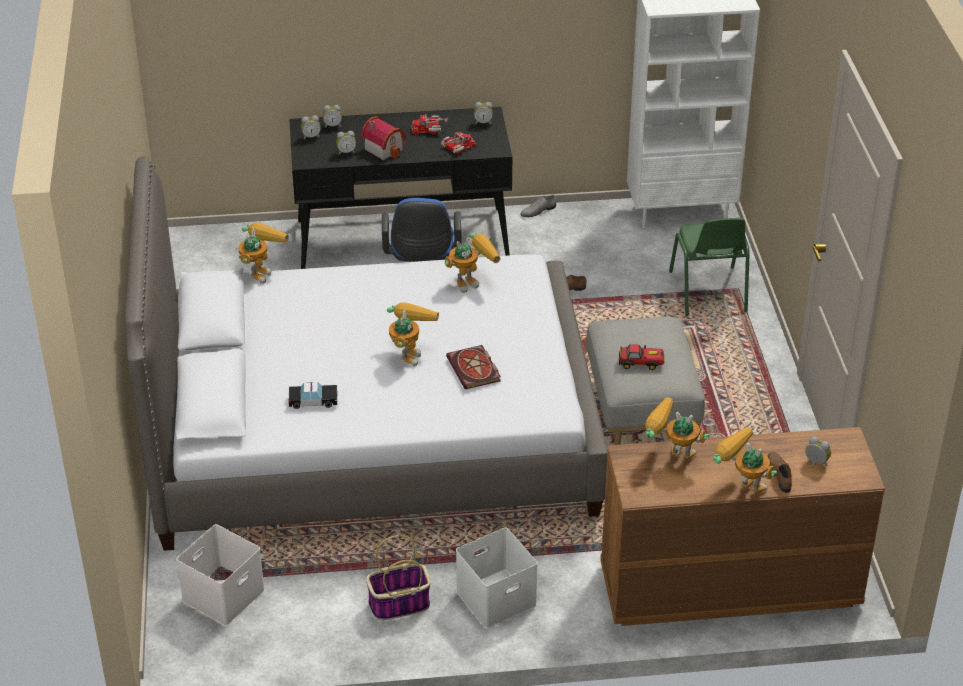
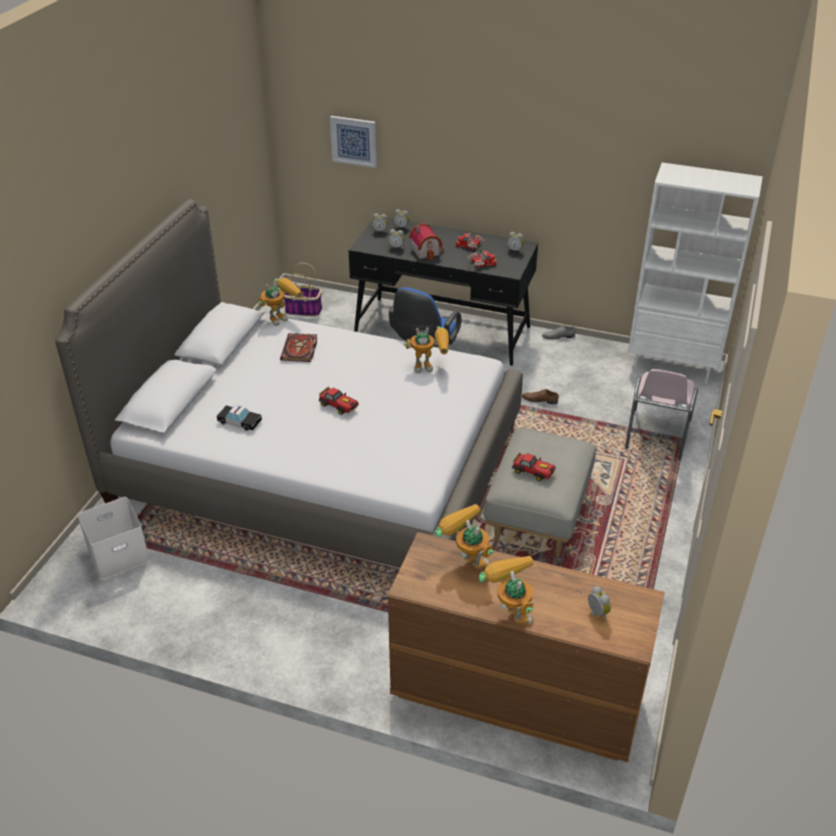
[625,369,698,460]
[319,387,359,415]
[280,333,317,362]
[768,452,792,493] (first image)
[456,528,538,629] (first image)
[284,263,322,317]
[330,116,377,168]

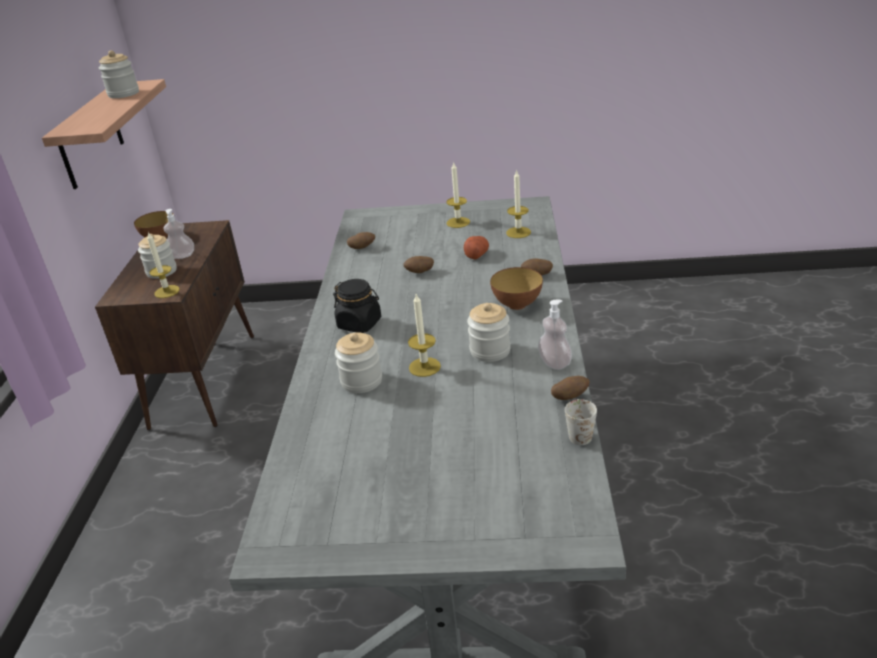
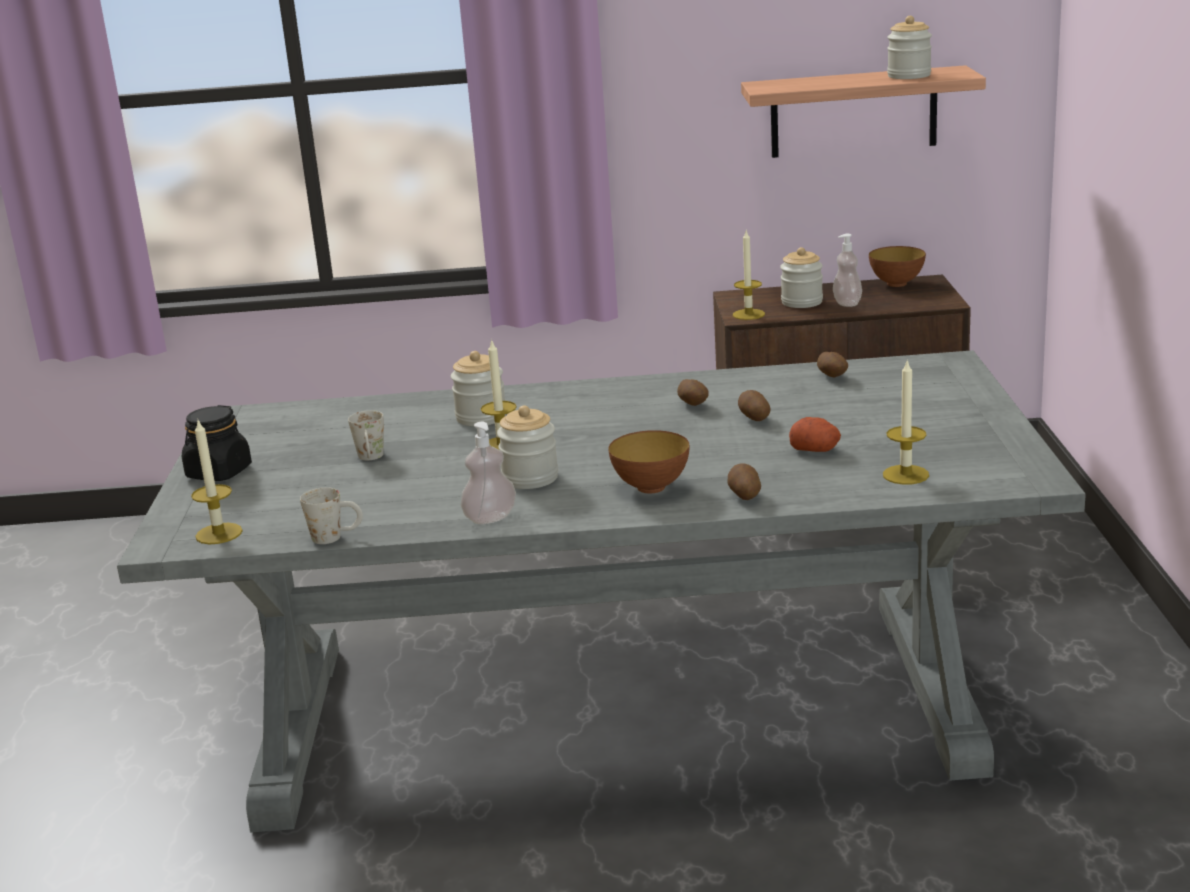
[191,418,243,544]
[182,405,252,481]
[677,379,709,406]
[348,410,384,460]

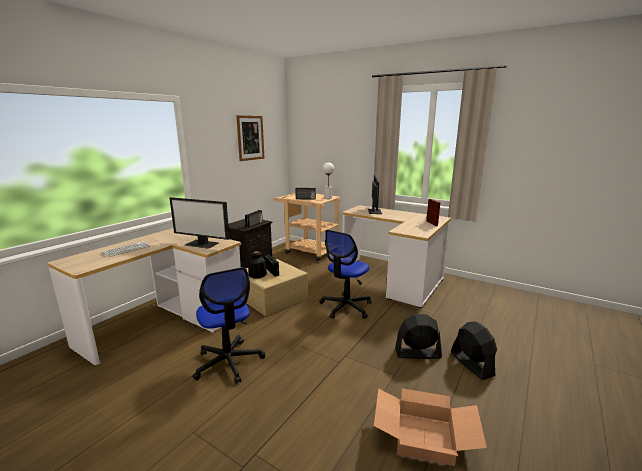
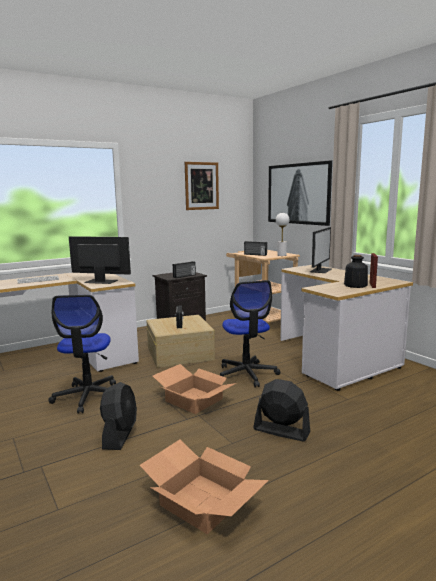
[69,236,131,284]
[220,280,280,387]
[344,255,368,288]
[100,382,137,450]
[268,160,332,226]
[153,364,236,414]

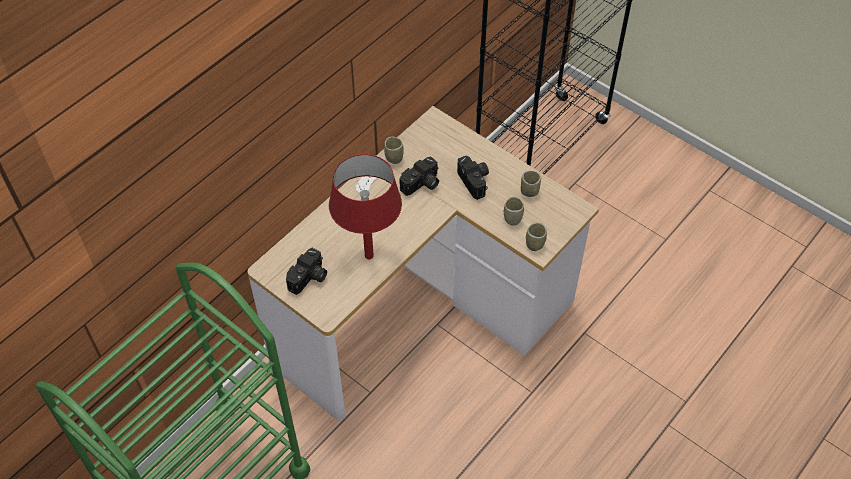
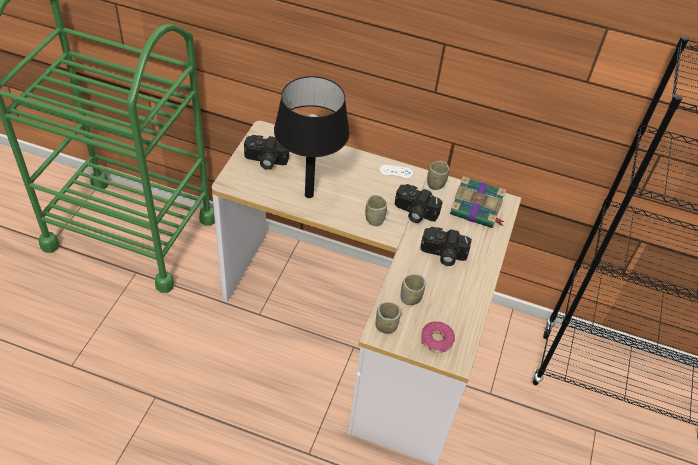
[274,76,350,198]
[420,227,472,266]
[365,195,387,226]
[450,176,506,228]
[421,322,455,353]

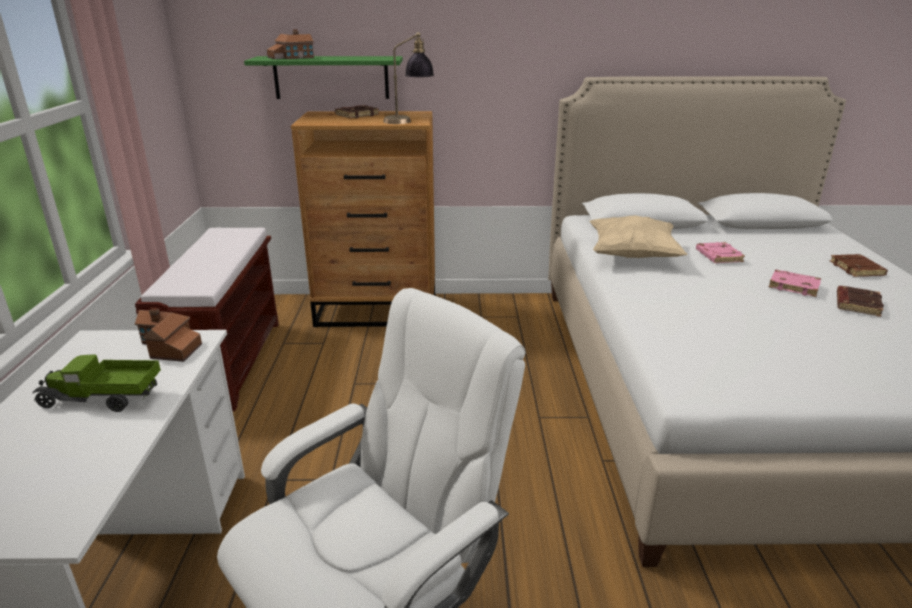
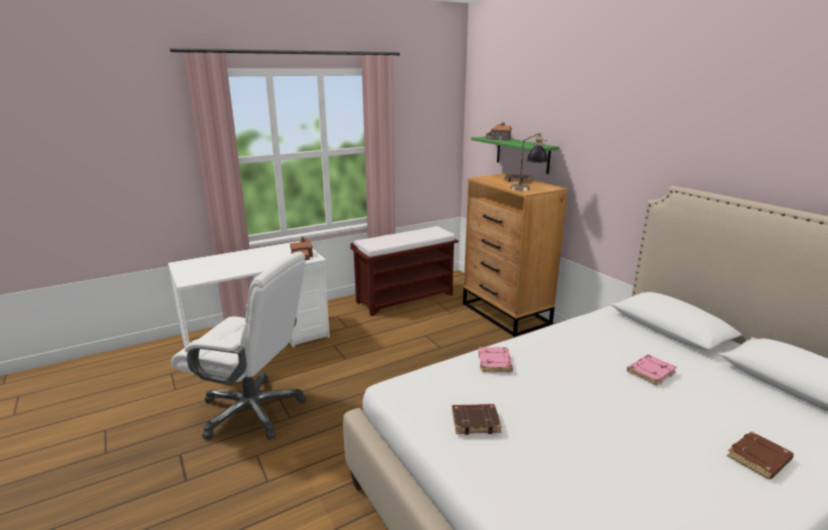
[590,215,688,258] (first image)
[478,347,513,372]
[452,404,502,435]
[32,354,161,412] (first image)

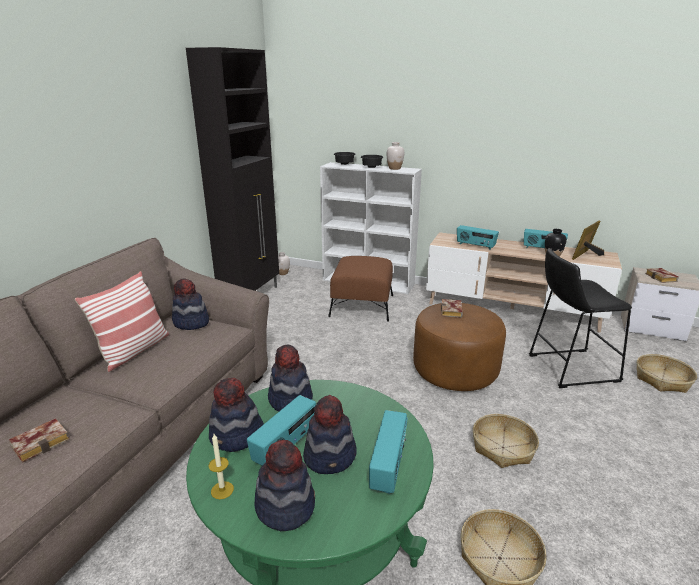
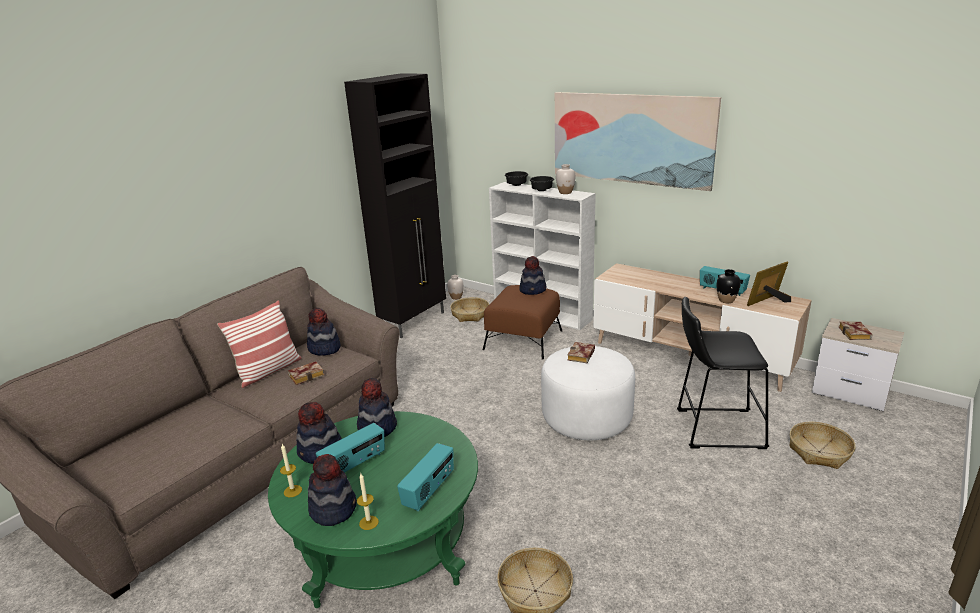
[457,225,499,250] (first image)
[541,346,635,440]
[519,256,546,295]
[450,297,489,322]
[288,361,324,385]
[555,92,721,191]
[357,473,379,530]

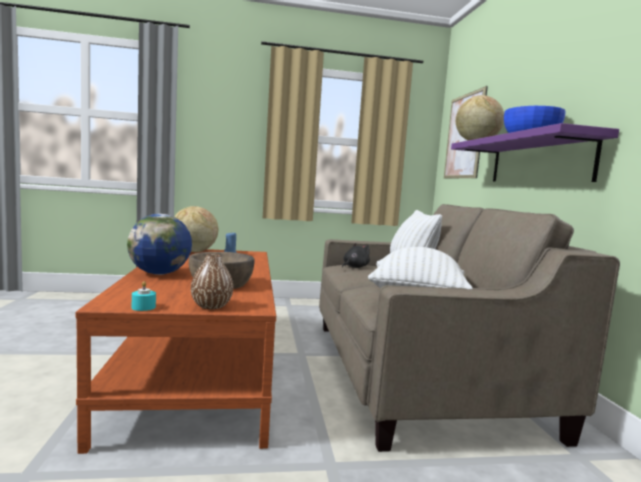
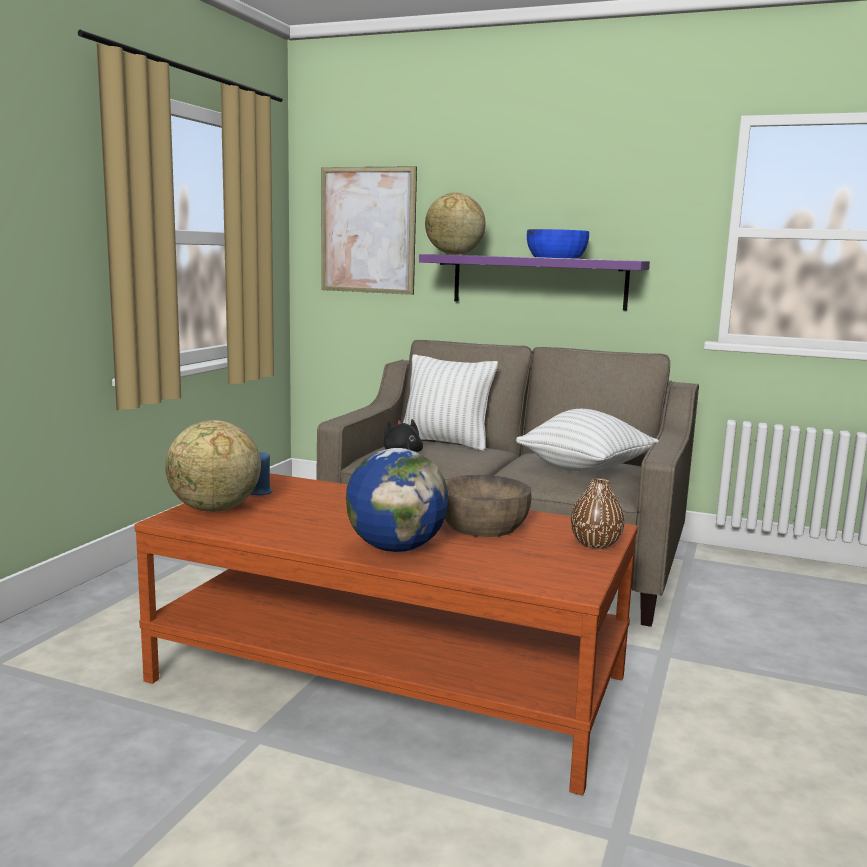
[132,281,156,311] (first image)

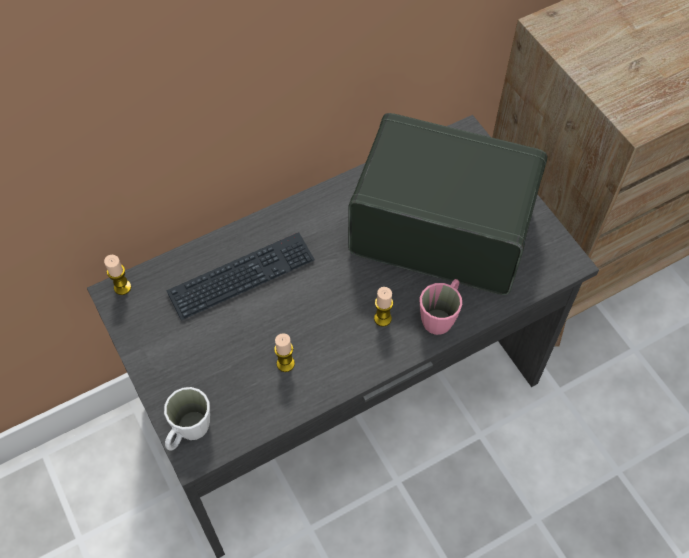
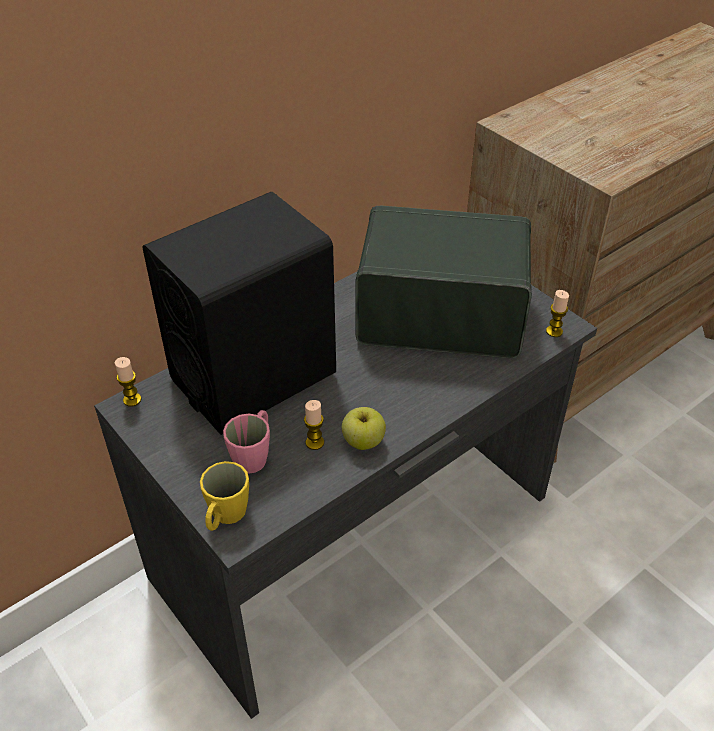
[142,192,336,435]
[223,410,270,474]
[546,290,569,337]
[200,461,249,531]
[342,407,386,450]

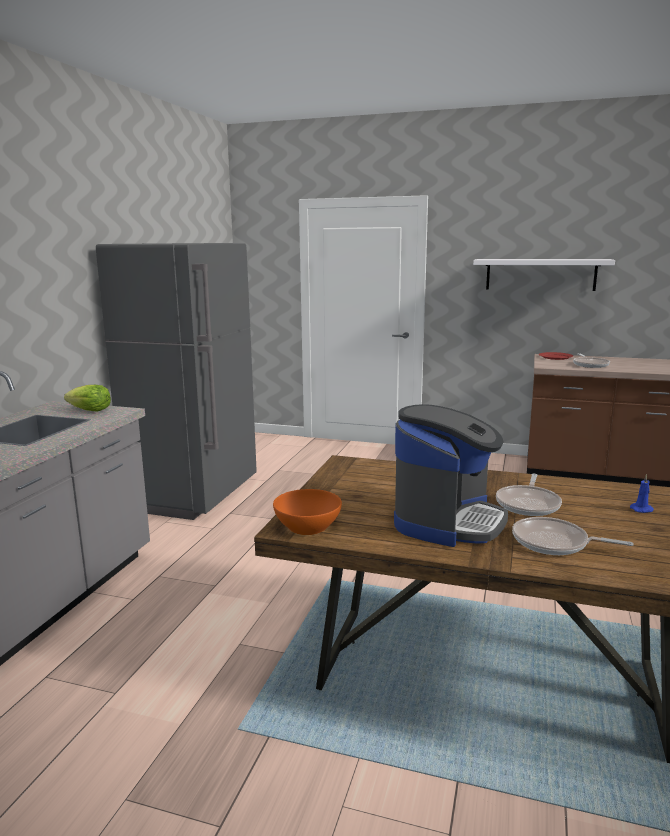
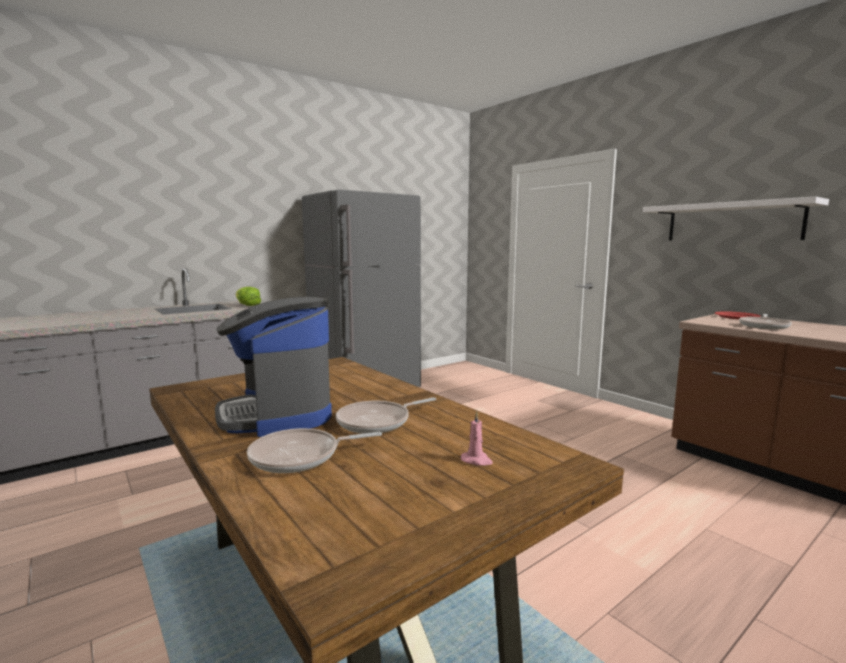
[215,297,332,437]
[461,411,493,466]
[273,489,342,535] (first image)
[247,428,382,473]

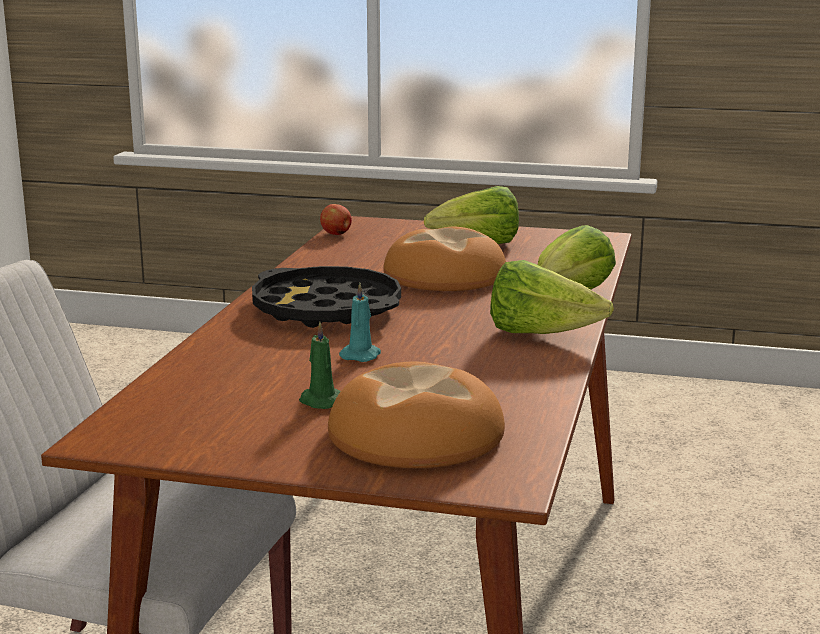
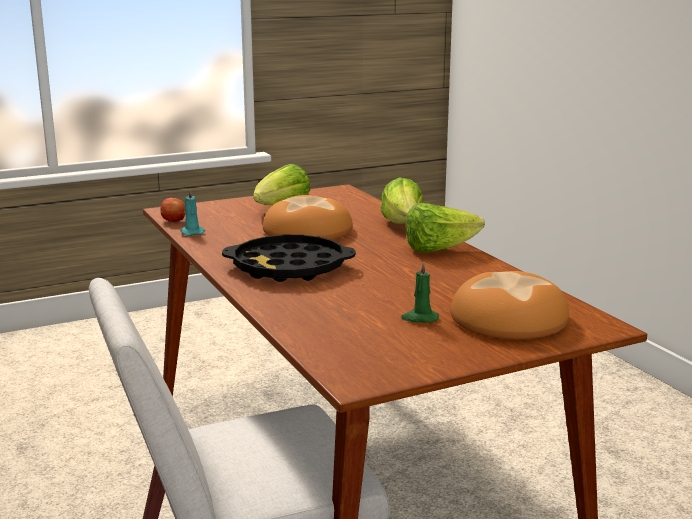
[181,188,205,236]

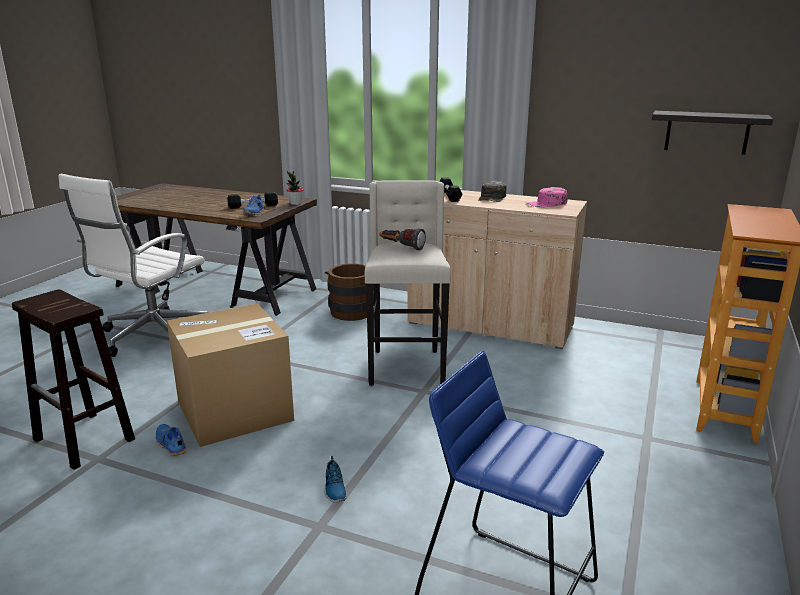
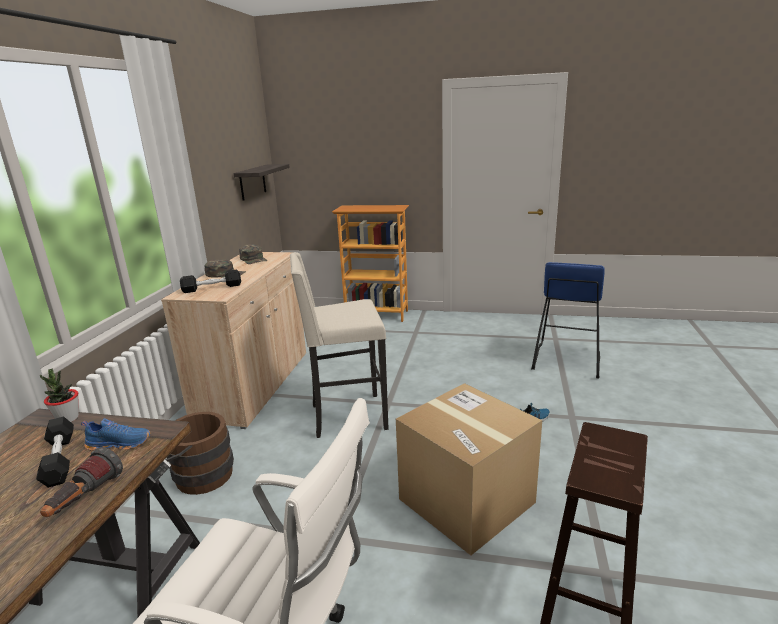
[239,244,267,264]
[40,447,123,517]
[156,424,187,456] (first image)

